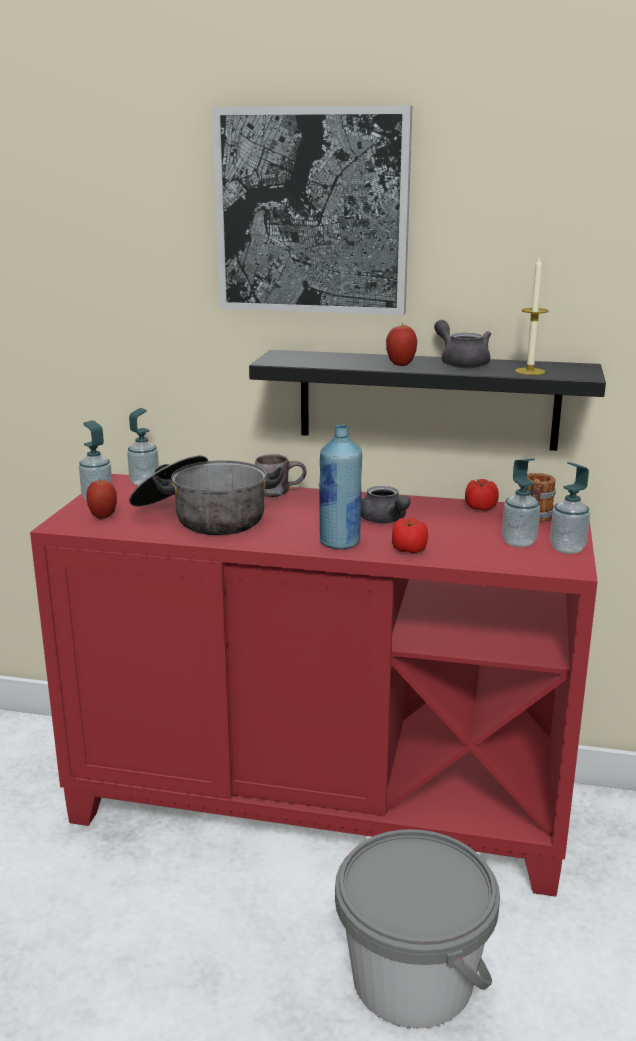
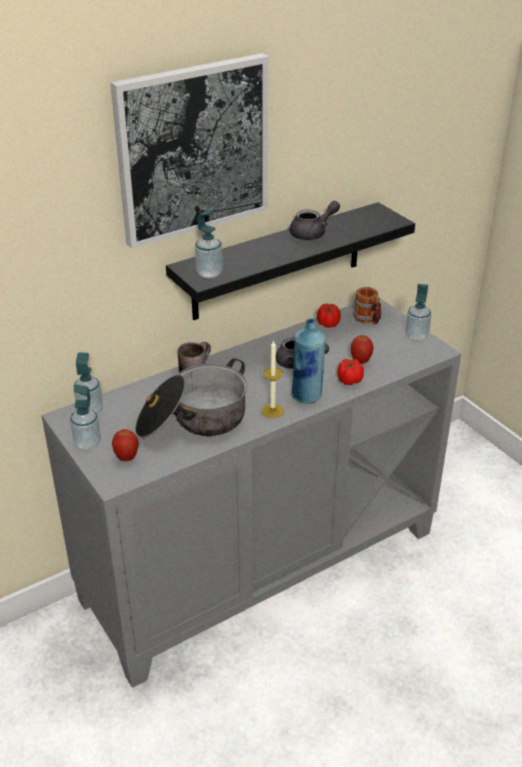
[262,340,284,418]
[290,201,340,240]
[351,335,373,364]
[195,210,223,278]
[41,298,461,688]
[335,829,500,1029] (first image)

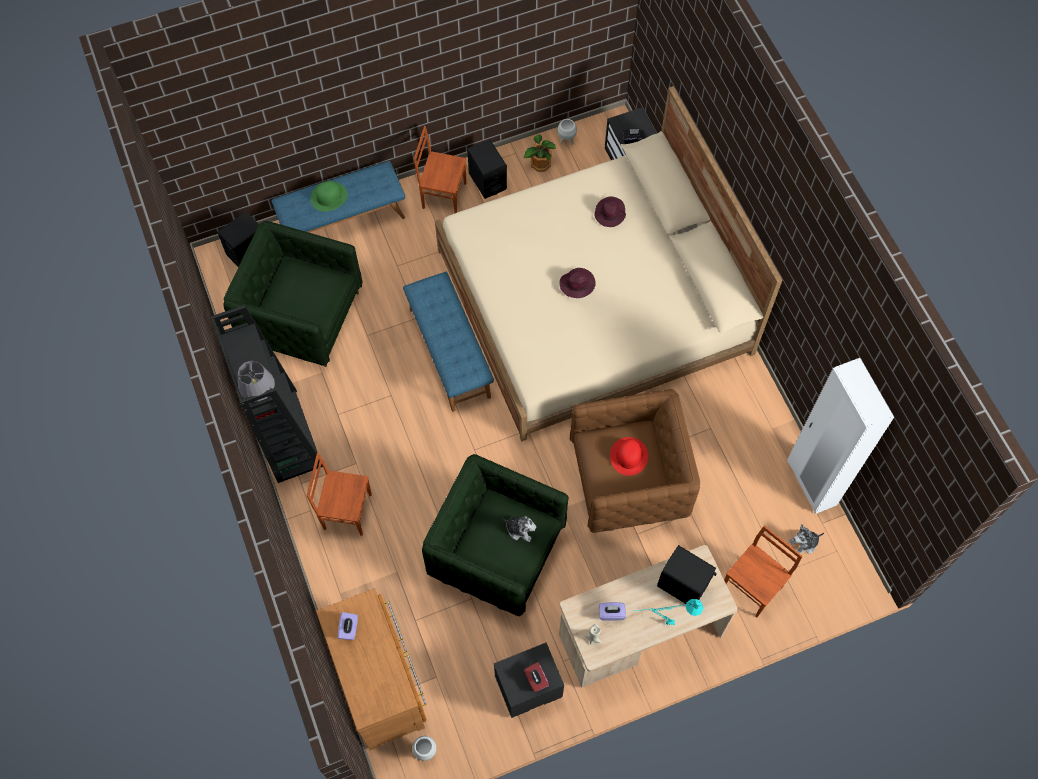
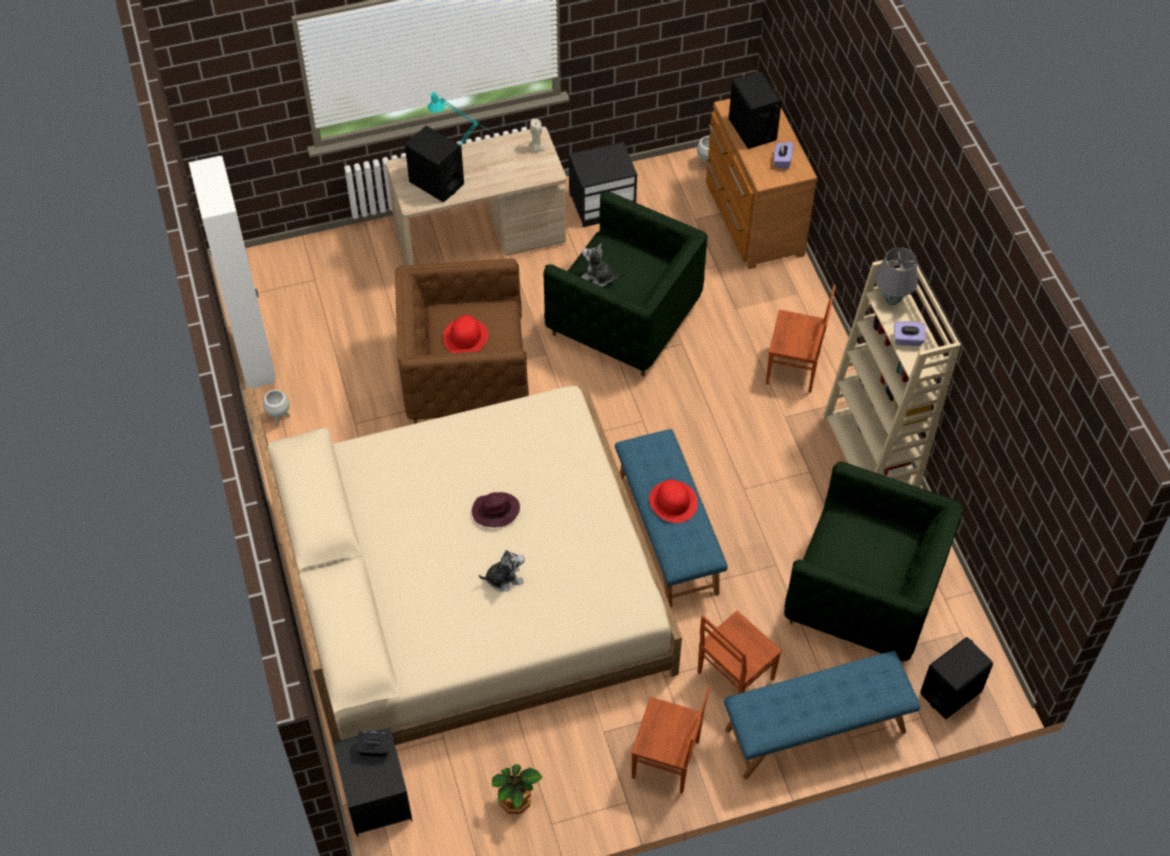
[263,390,290,427]
[729,72,782,149]
[311,181,348,212] (first image)
[595,197,626,227] (first image)
[823,260,961,488]
[479,550,525,592]
[698,611,782,694]
[894,321,925,346]
[524,662,549,692] (first image)
[649,480,698,523]

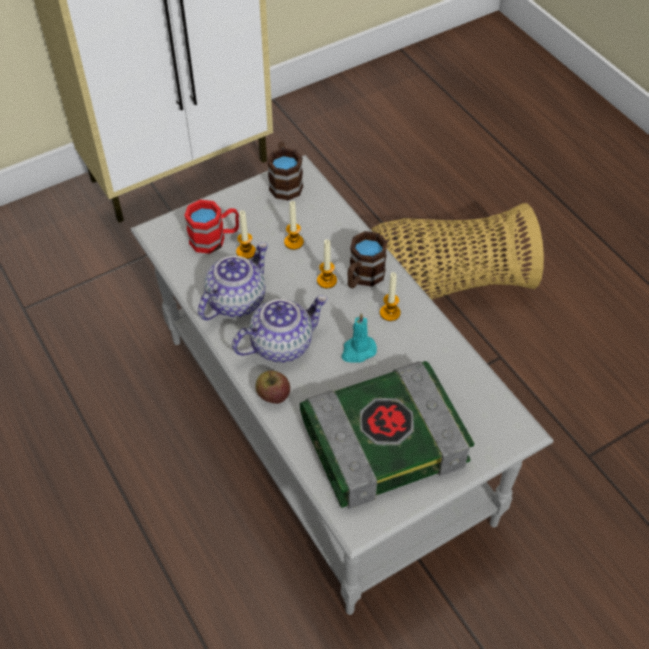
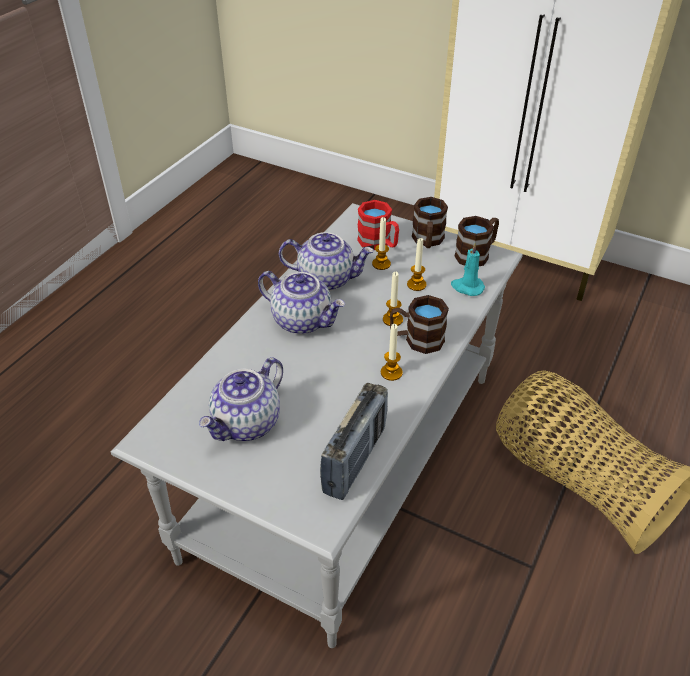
[451,243,485,296]
[199,357,283,441]
[255,371,290,404] (first image)
[412,197,448,248]
[320,383,388,500]

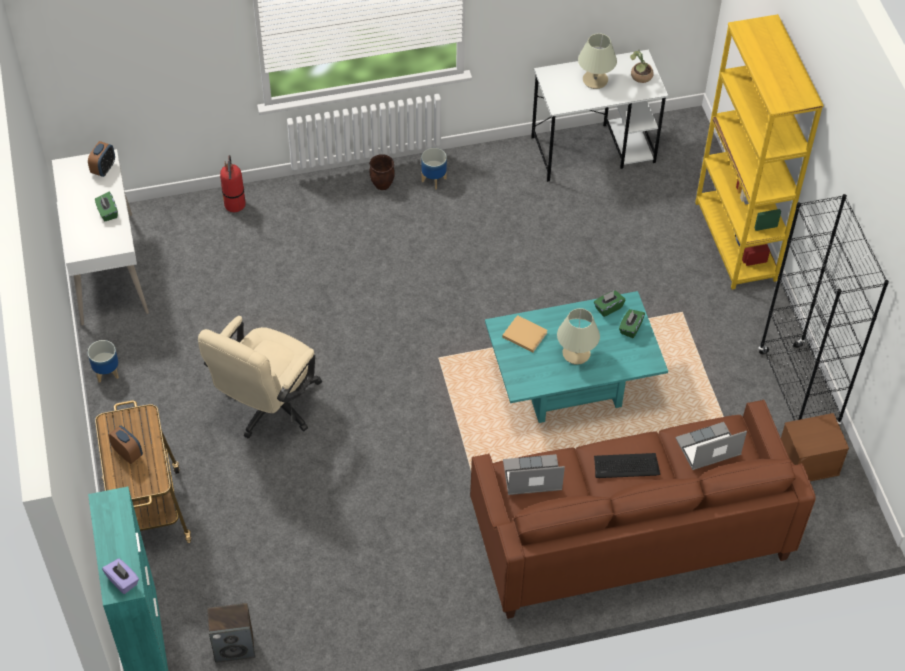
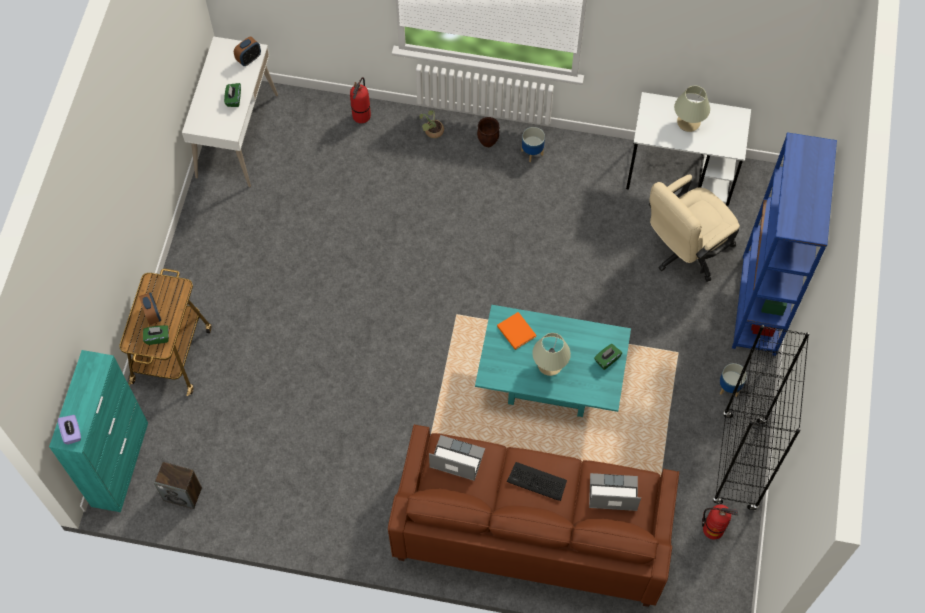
[732,132,837,356]
[419,110,444,138]
[143,325,169,345]
[497,312,536,350]
[649,174,740,282]
[720,363,747,397]
[702,504,738,539]

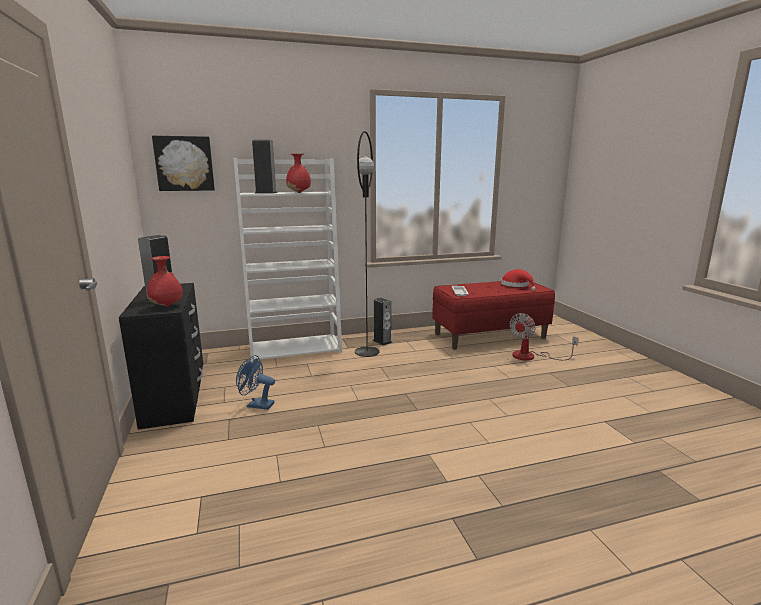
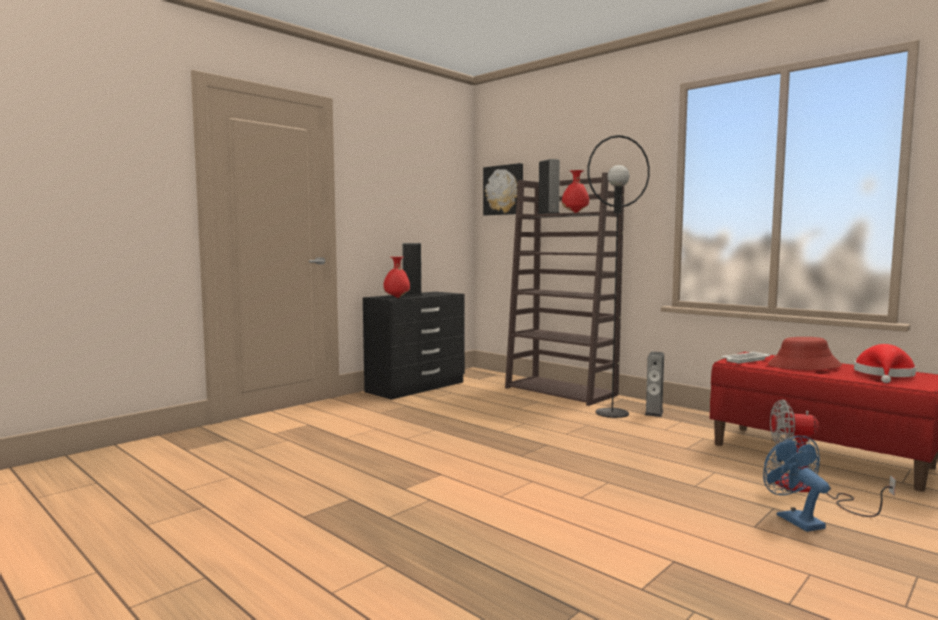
[505,172,624,406]
[763,436,830,532]
[768,337,842,370]

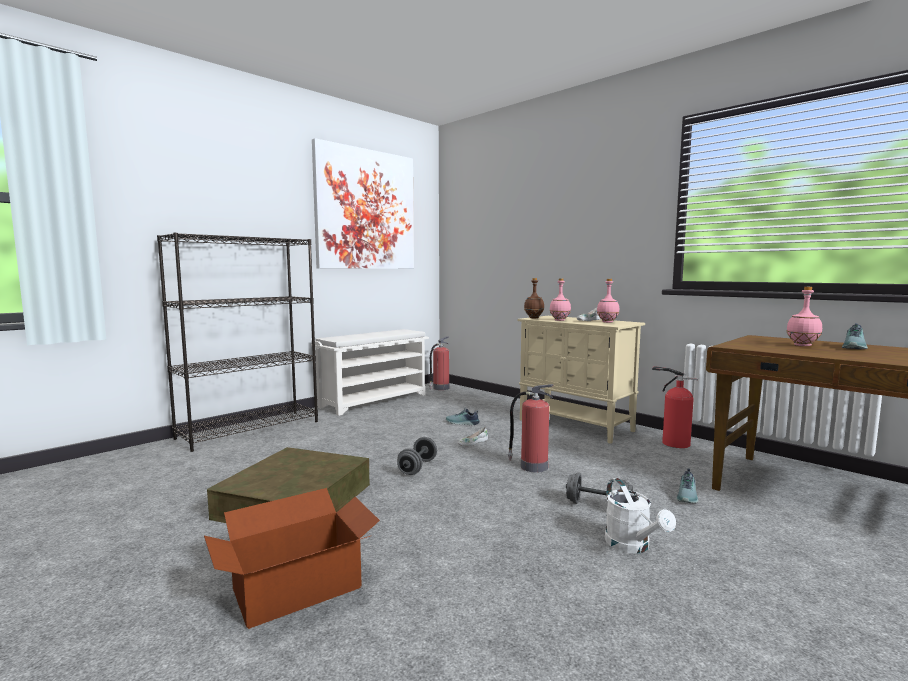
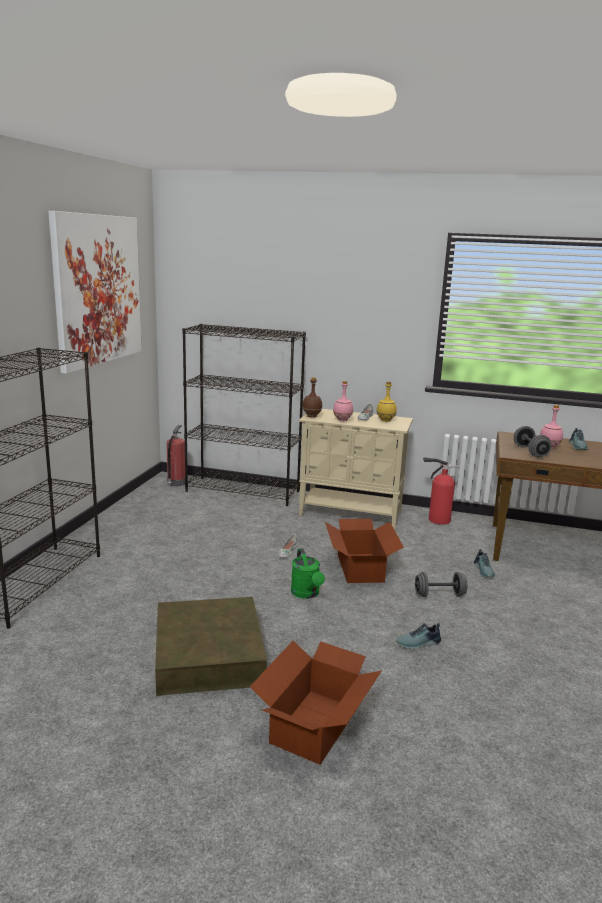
[376,381,397,422]
[311,329,429,416] (first image)
[325,519,404,583]
[396,623,441,649]
[514,426,551,457]
[605,478,676,554] (first image)
[182,324,306,506]
[291,548,325,599]

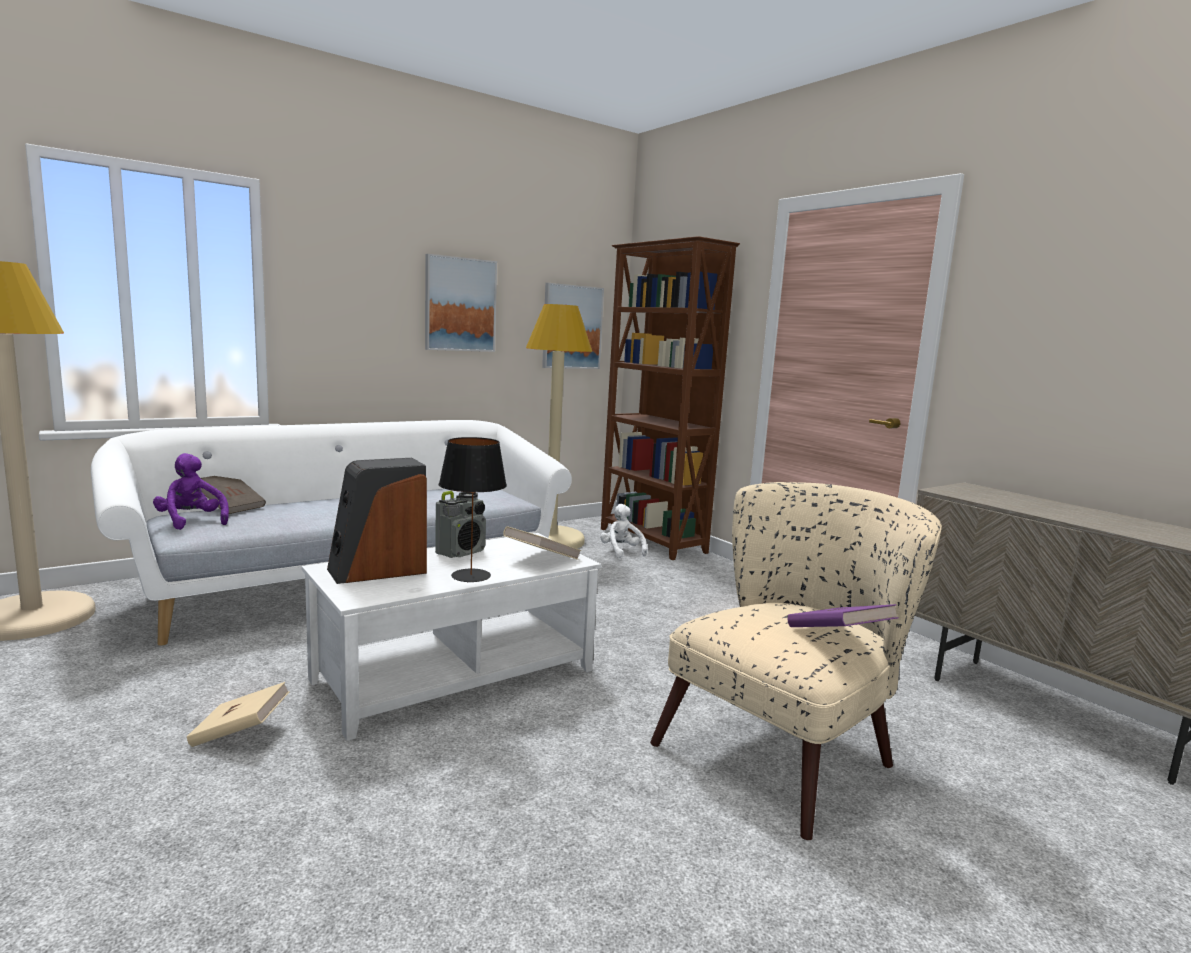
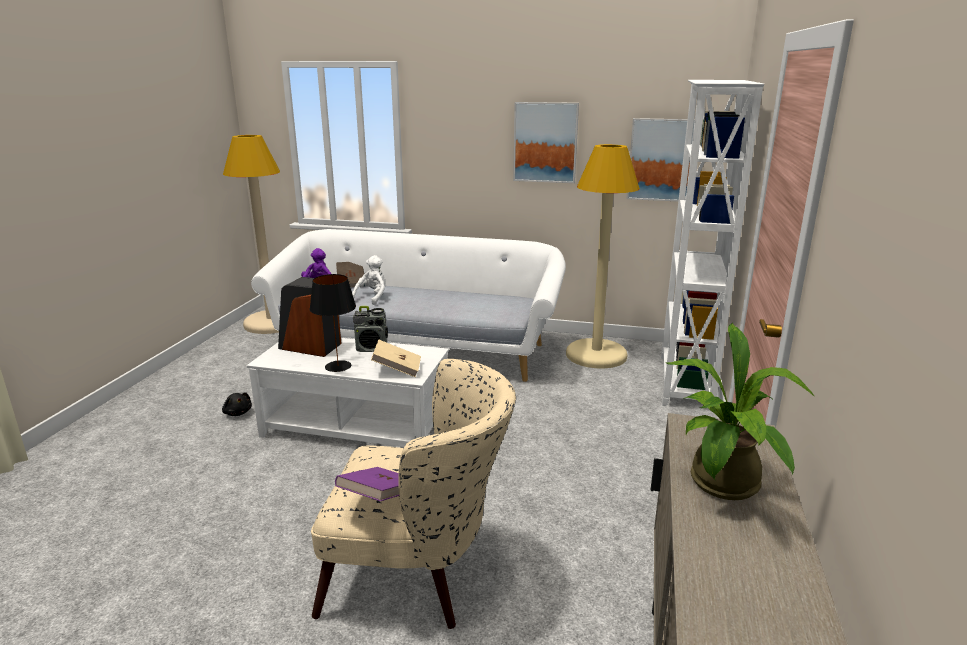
[661,80,764,411]
[352,255,385,305]
[222,392,252,416]
[666,323,815,500]

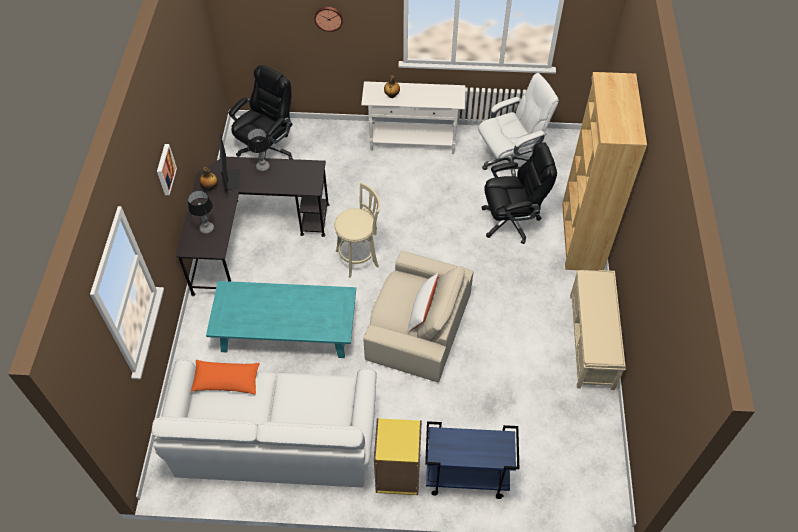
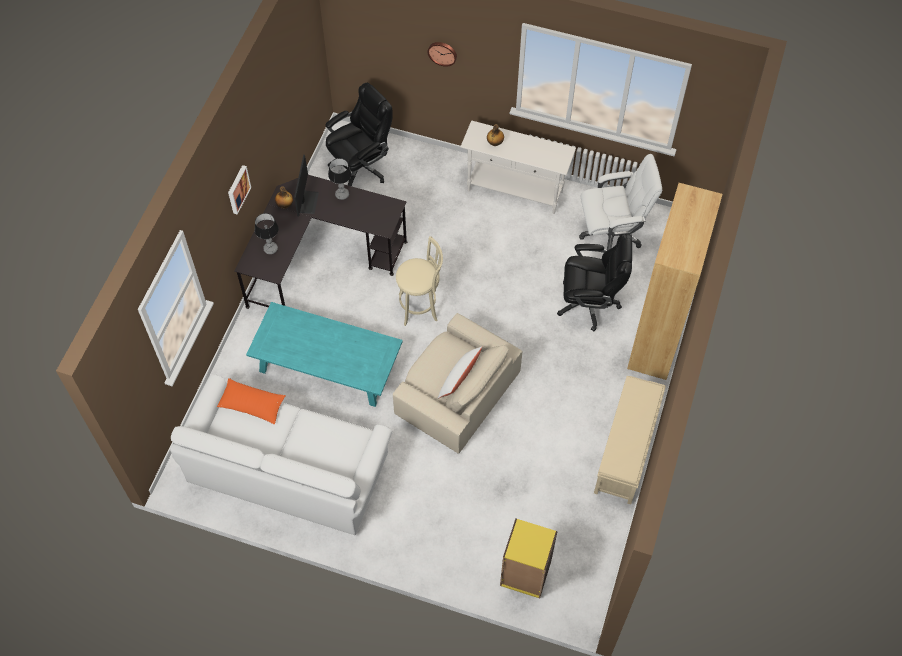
[500,518,558,599]
[425,421,519,499] (first image)

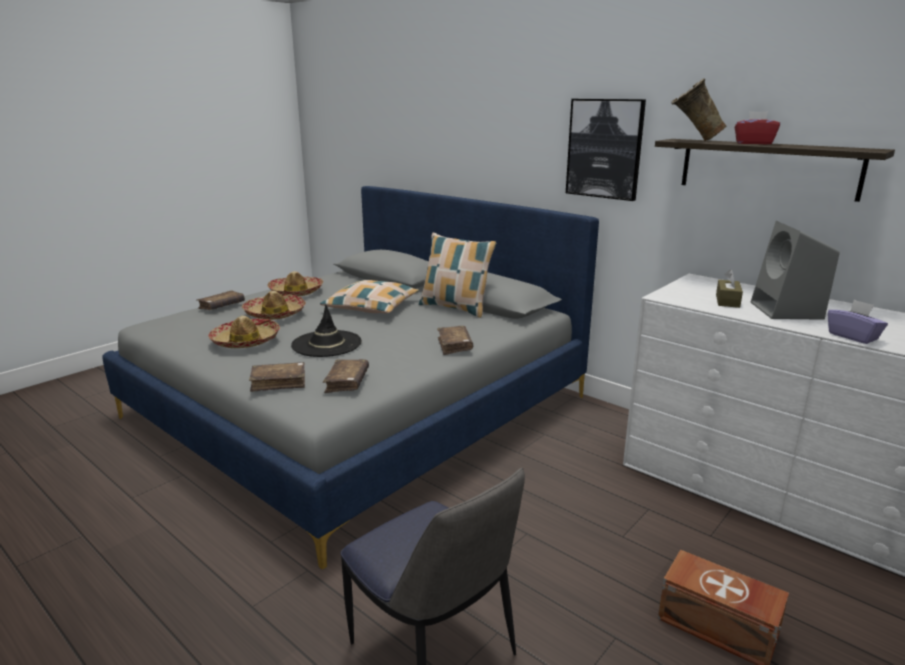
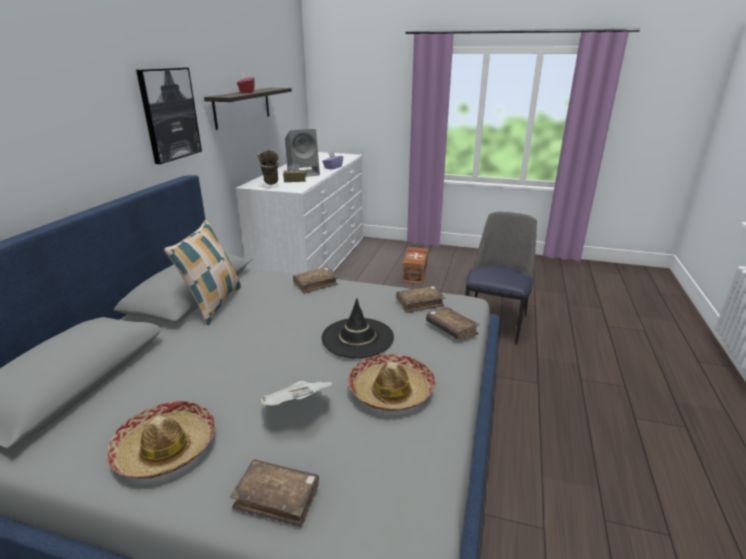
[257,149,280,185]
[320,280,419,314] (first image)
[261,381,332,405]

